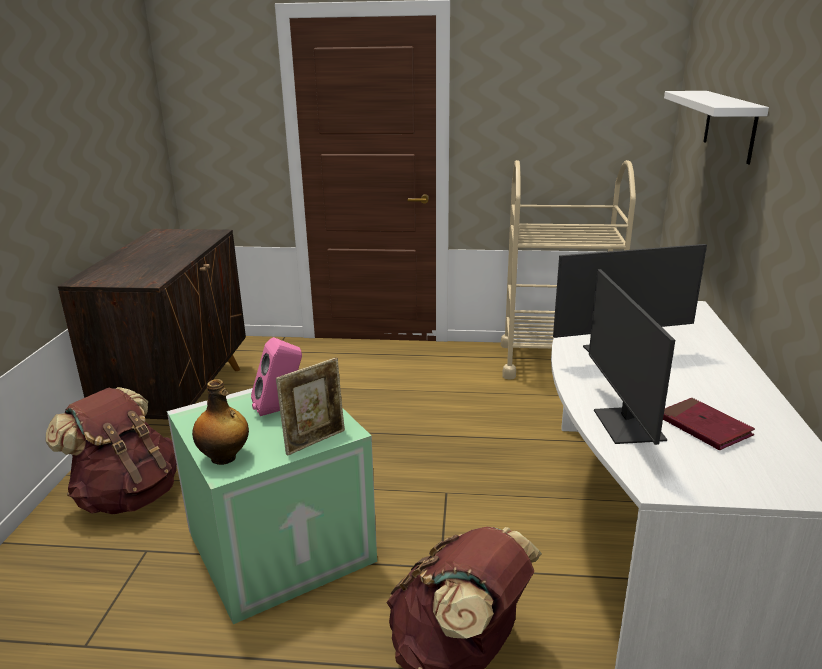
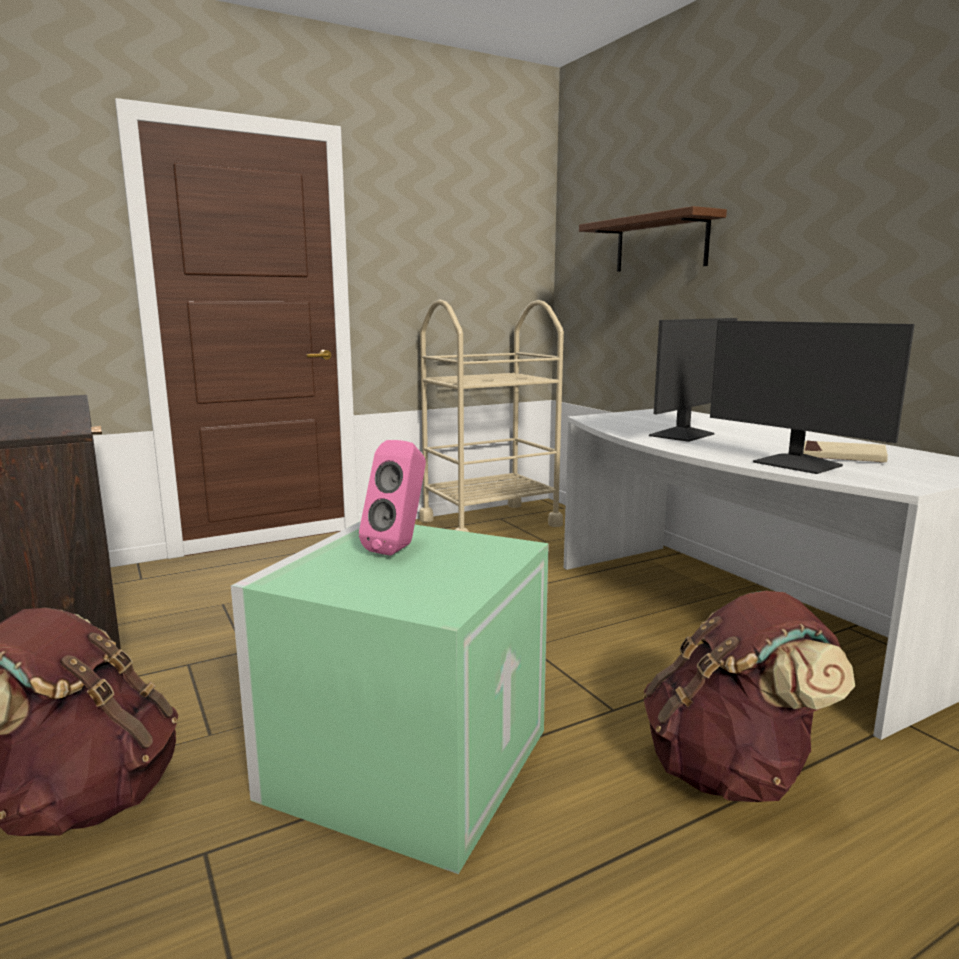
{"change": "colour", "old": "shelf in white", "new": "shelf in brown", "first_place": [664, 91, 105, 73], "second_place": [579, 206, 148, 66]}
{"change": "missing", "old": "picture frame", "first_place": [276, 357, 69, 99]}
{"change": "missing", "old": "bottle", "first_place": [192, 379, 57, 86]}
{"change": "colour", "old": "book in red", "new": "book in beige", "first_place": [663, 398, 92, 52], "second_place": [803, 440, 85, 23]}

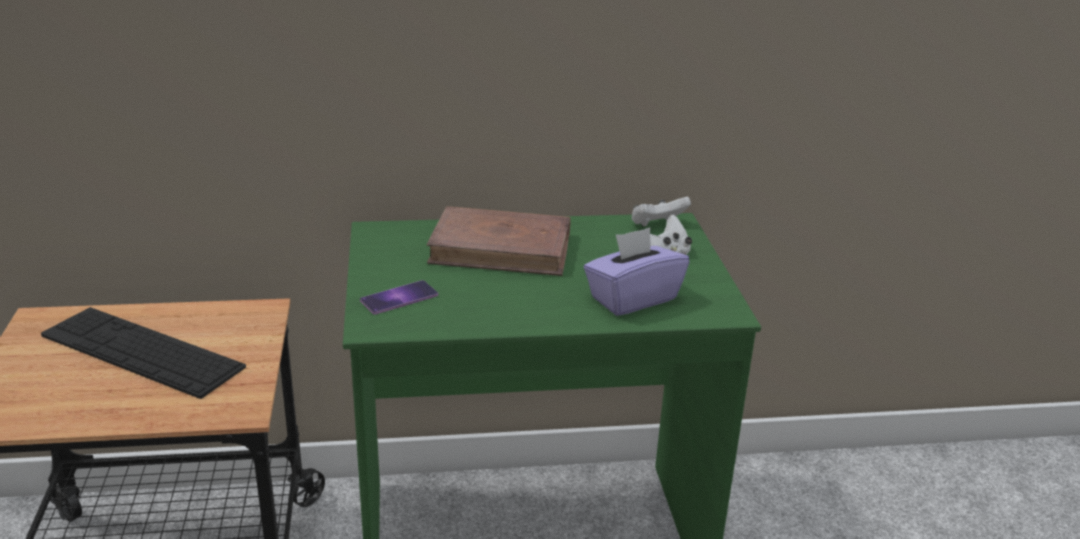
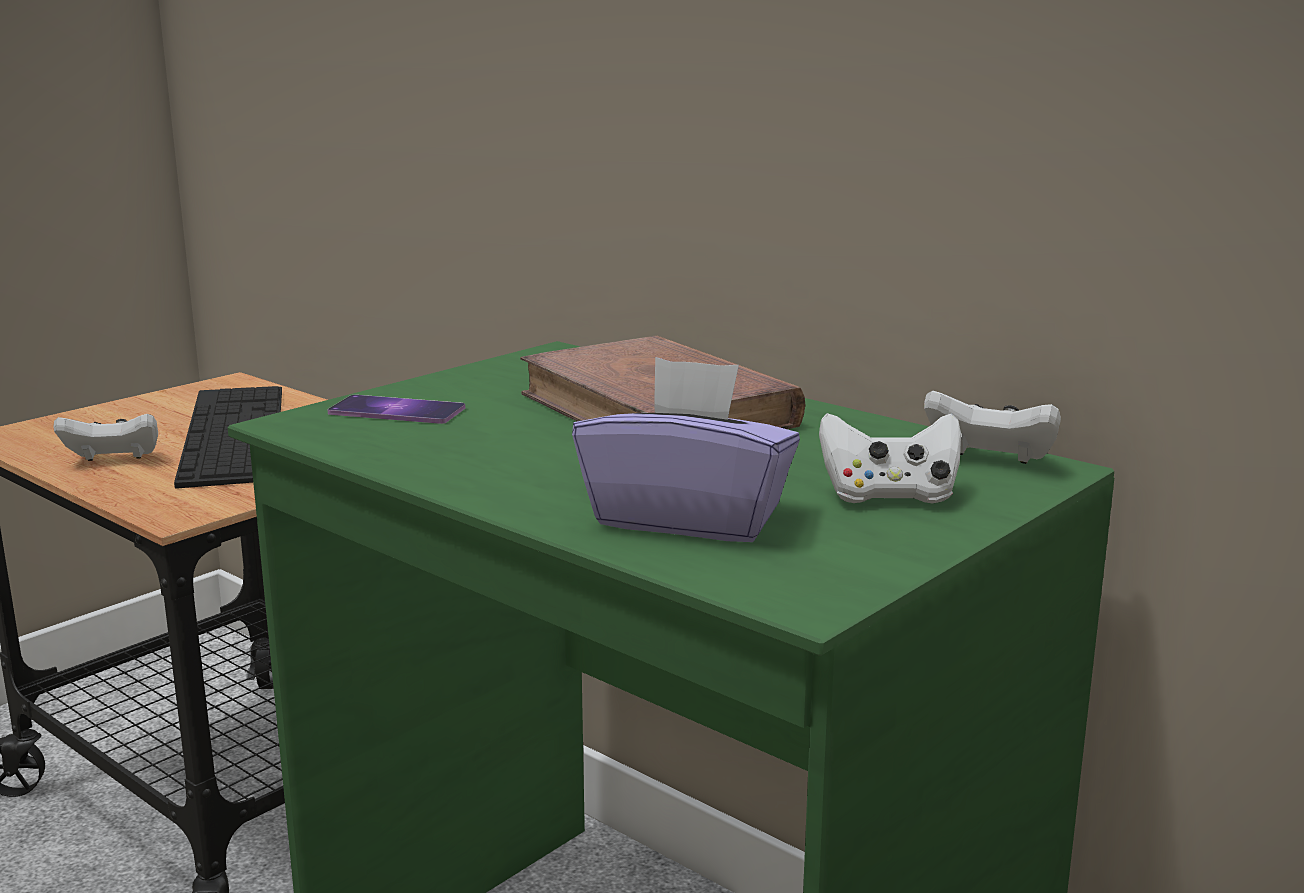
{"change": "appeared", "new": "game controller in white", "second_place": [54, 414, 104, 47]}

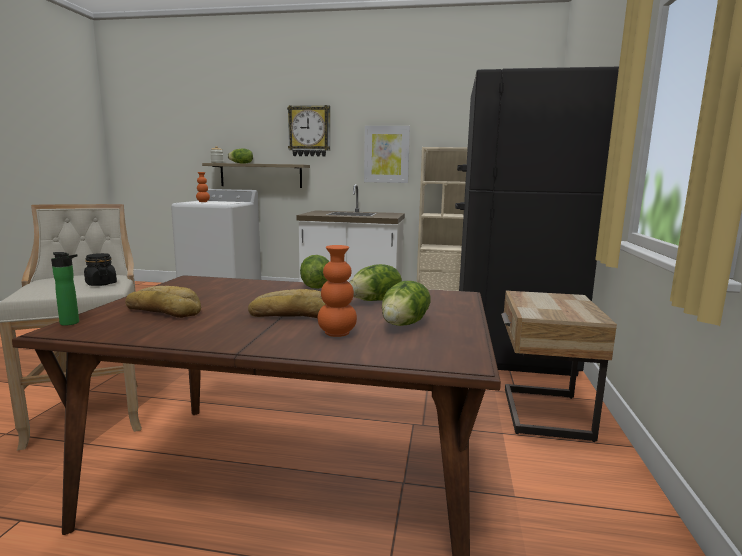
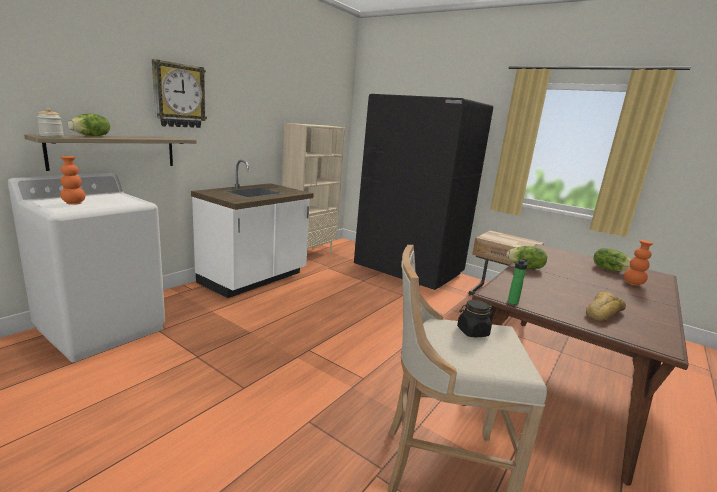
{"change": "missing", "old": "picture", "first_place": [364, 126, 46, 57]}
{"change": "relocated", "old": "bottle", "first_place": [51, 252, 28, 74], "second_place": [508, 258, 21, 47]}
{"change": "missing", "old": "lettuce", "first_place": [349, 264, 53, 37]}
{"change": "missing", "old": "bread", "first_place": [248, 289, 78, 29]}

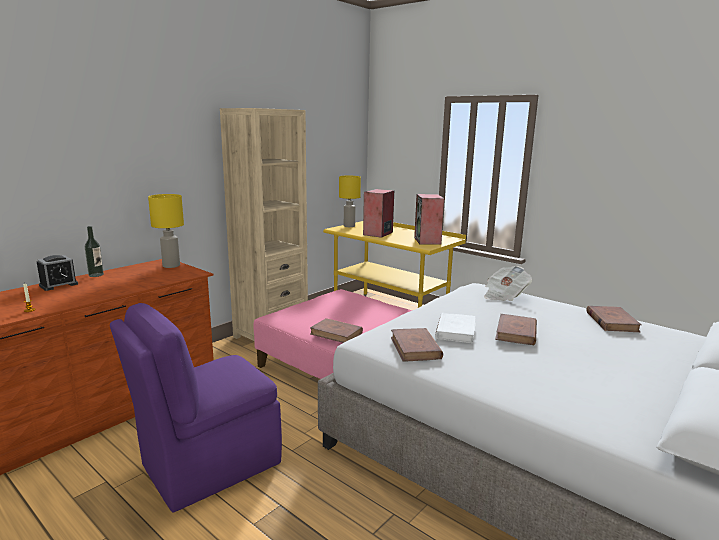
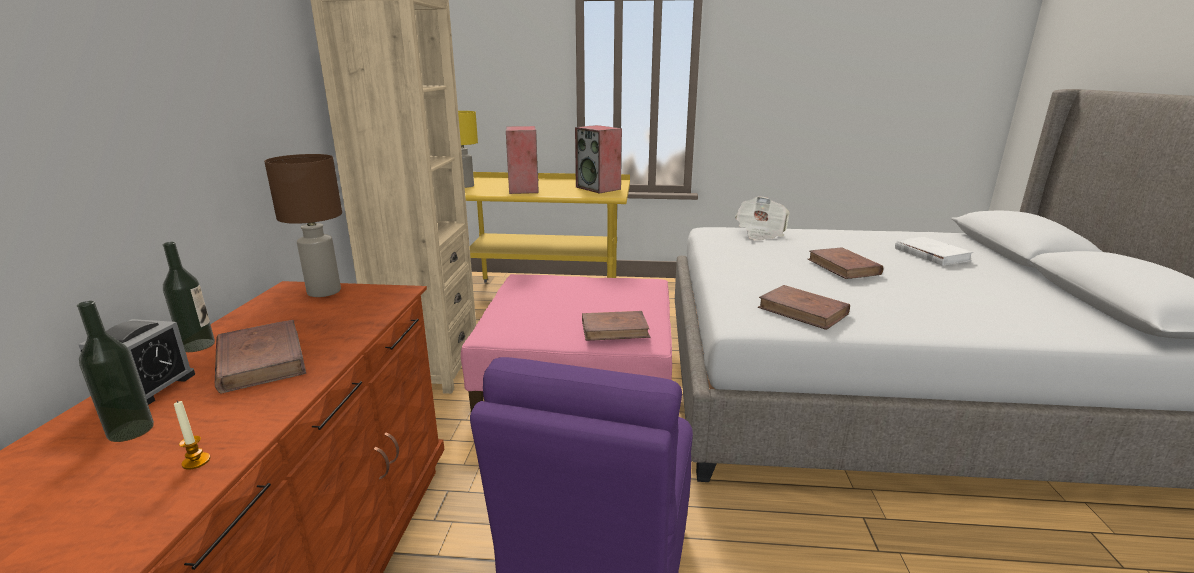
{"change": "colour", "old": "table lamp in yellow", "new": "table lamp in brown", "first_place": [148, 194, 36, 74], "second_place": [264, 154, 78, 143]}
{"change": "relocated", "old": "book in brown", "first_place": [586, 306, 55, 26], "second_place": [215, 320, 91, 74]}
{"change": "relocated", "old": "book in white", "first_place": [435, 313, 41, 30], "second_place": [895, 237, 79, 29]}
{"change": "appeared", "new": "bottle", "second_place": [77, 301, 77, 141]}

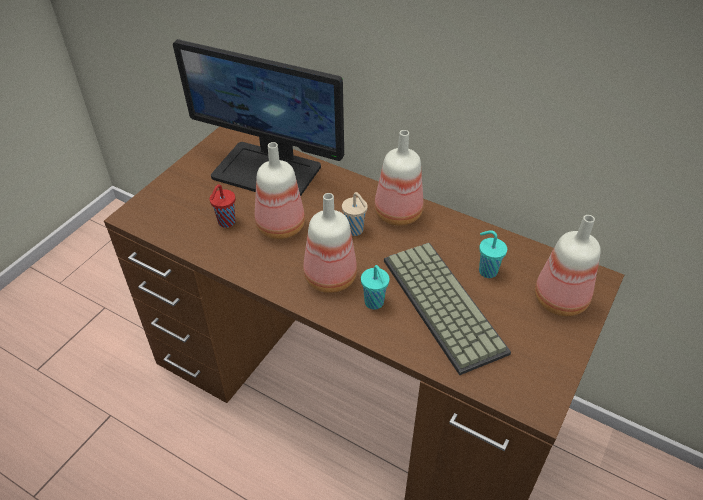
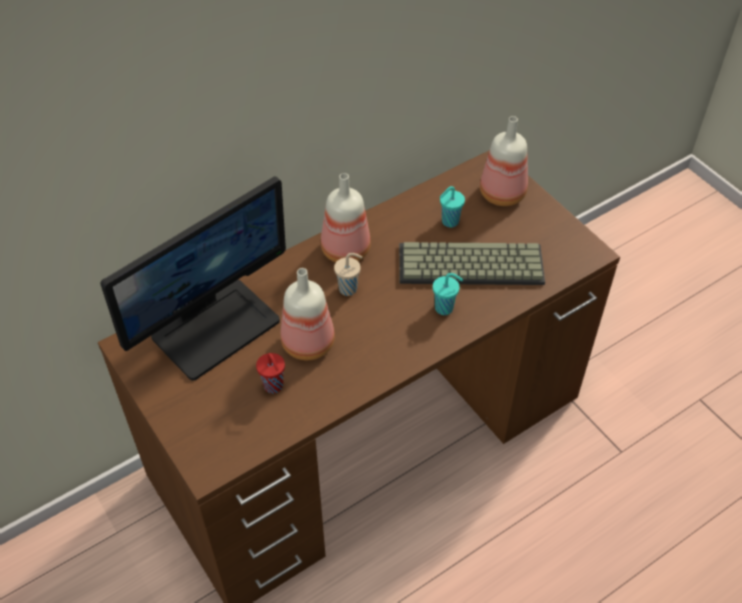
{"change": "missing", "old": "bottle", "first_place": [303, 193, 54, 100]}

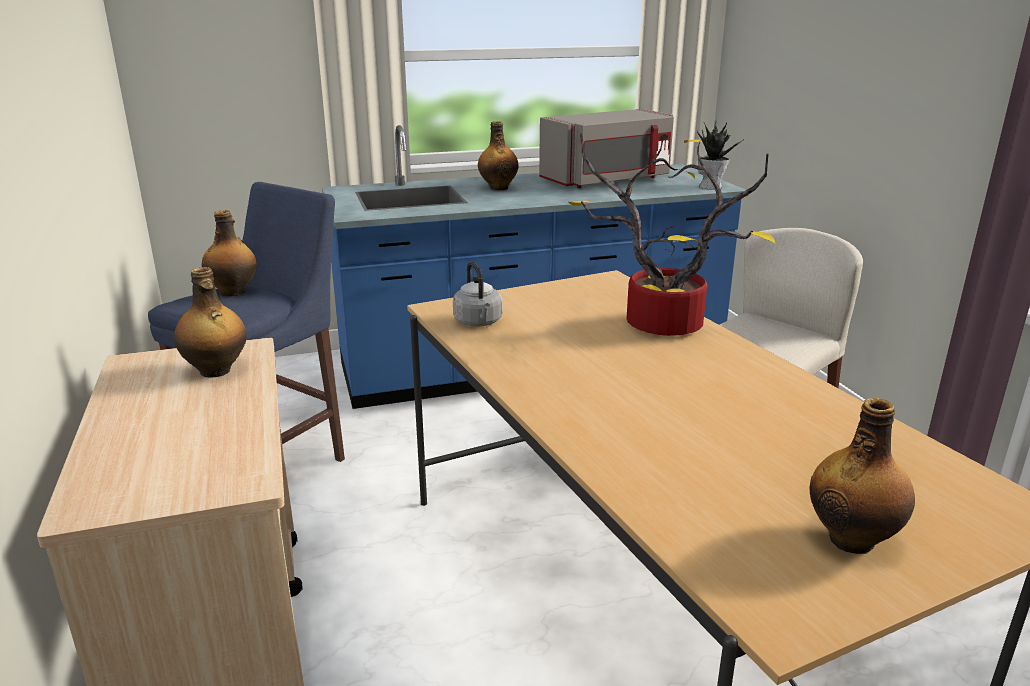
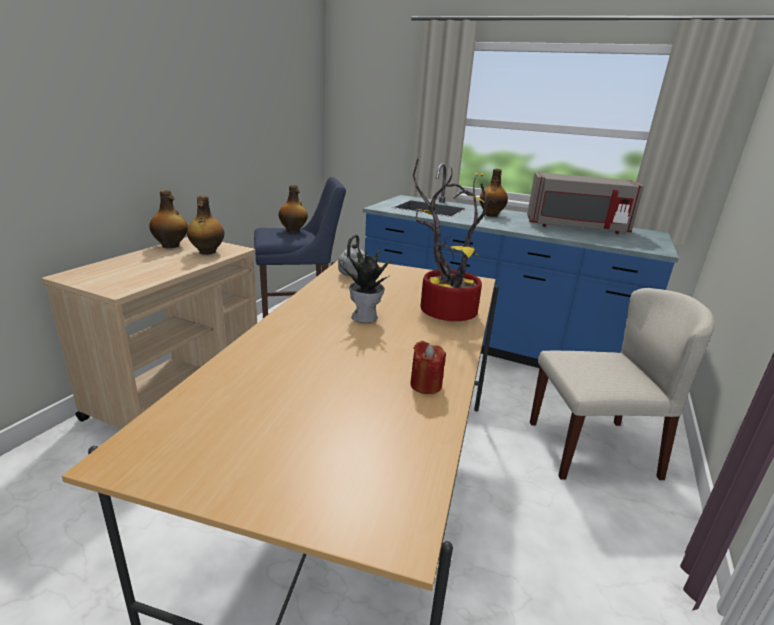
{"change": "relocated", "old": "potted plant", "first_place": [697, 122, 46, 67], "second_place": [339, 243, 52, 80]}
{"change": "relocated", "old": "bottle", "first_place": [810, 398, 105, 156], "second_place": [149, 190, 39, 58]}
{"change": "appeared", "new": "candle in red", "second_place": [410, 341, 36, 53]}

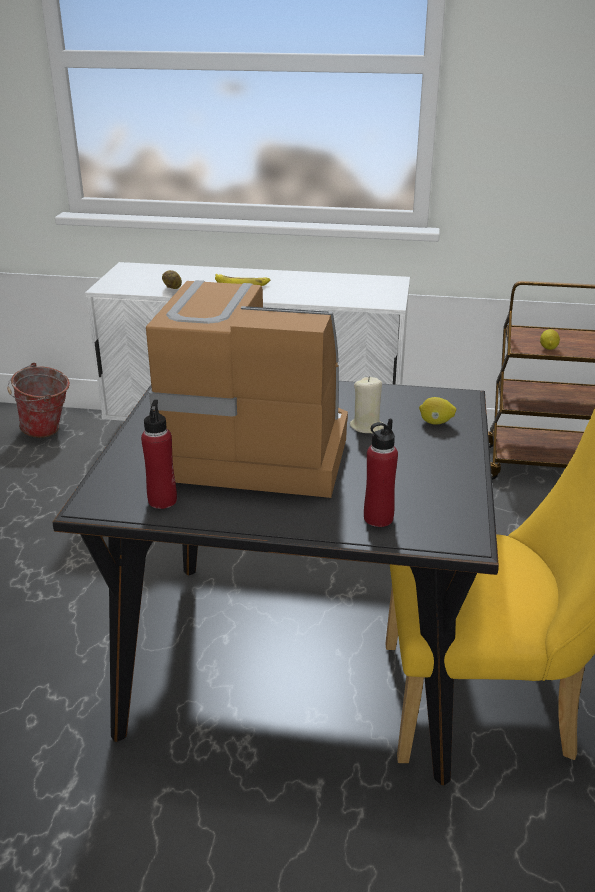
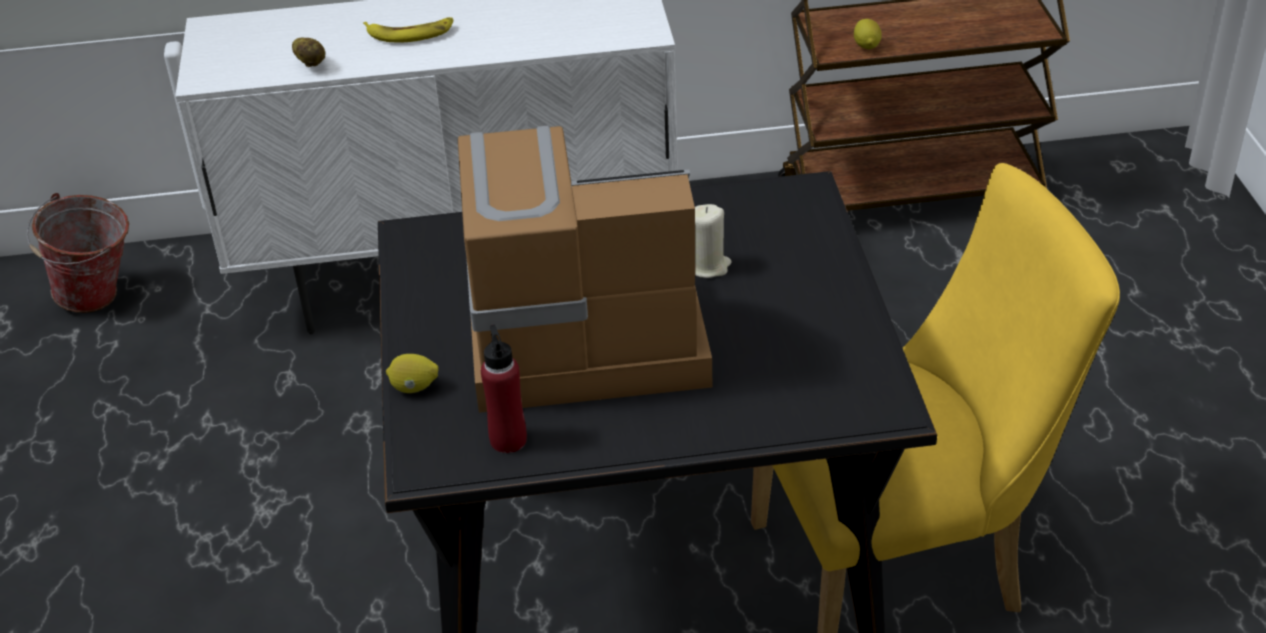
{"change": "relocated", "old": "lemon", "first_place": [419, 397, 37, 28], "second_place": [386, 354, 53, 39]}
{"change": "missing", "old": "bottle in red", "first_place": [364, 418, 34, 109]}

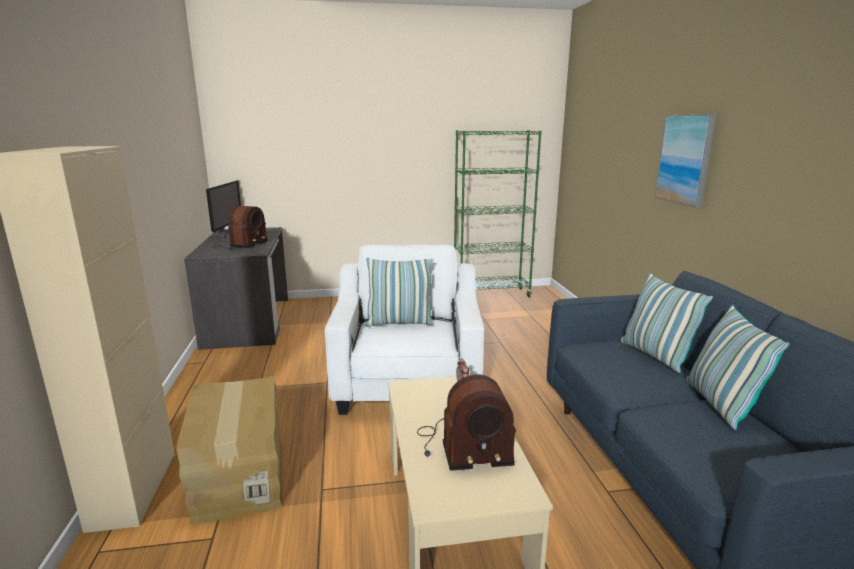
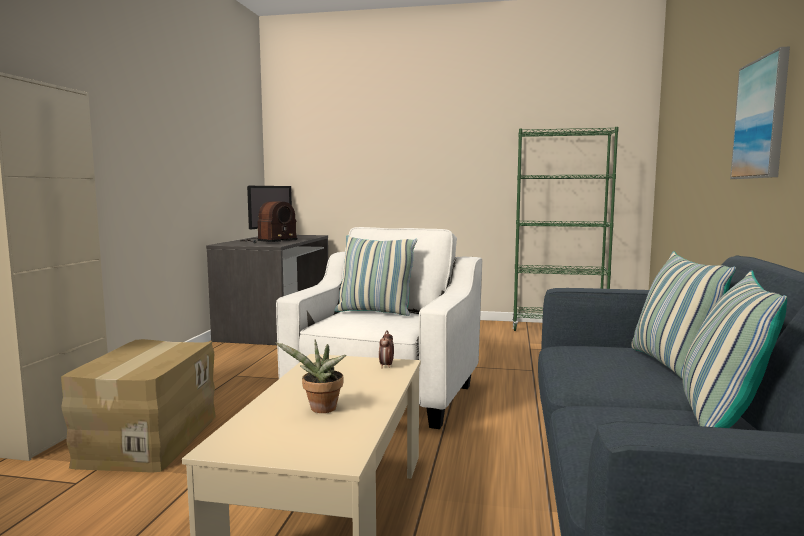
{"change": "exchanged", "old": "radio", "new": "potted plant", "first_place": [417, 375, 99, 96], "second_place": [275, 339, 71, 74]}

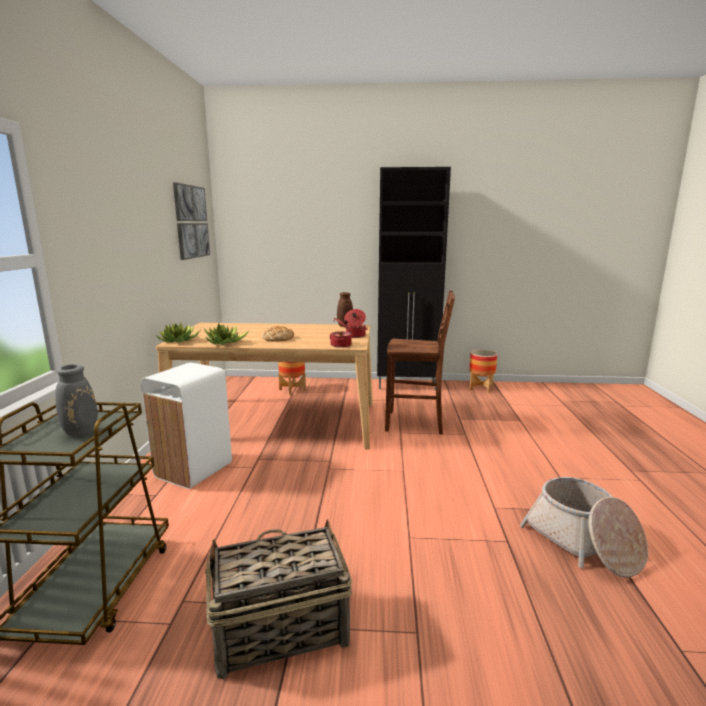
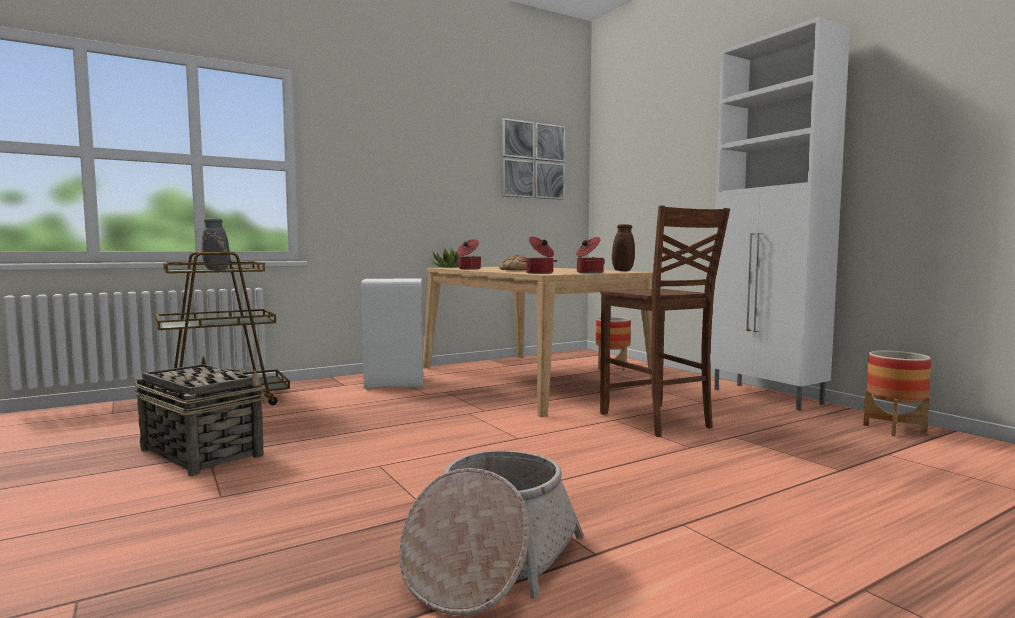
{"change": "colour", "old": "cabinet in black", "new": "cabinet in white", "first_place": [377, 167, 74, 223], "second_place": [710, 17, 140, 394]}
{"change": "exchanged", "old": "potted plant", "new": "cooking pot", "first_place": [204, 323, 45, 22], "second_place": [457, 239, 24, 30]}

